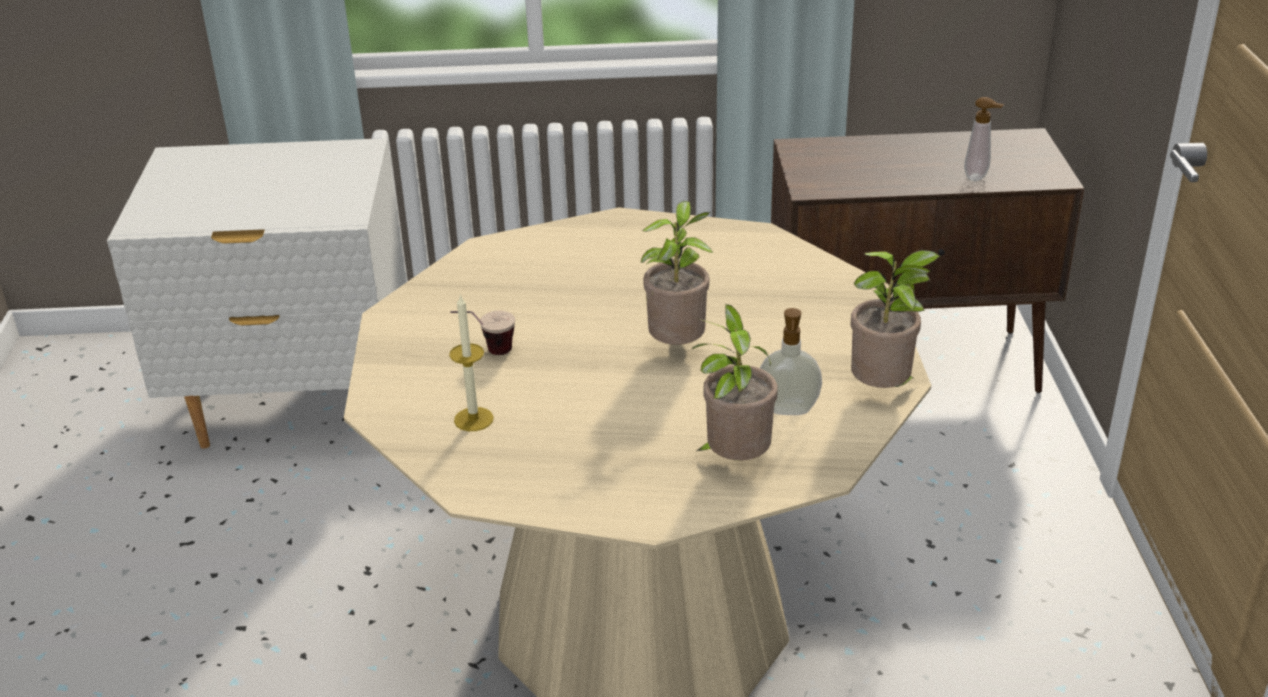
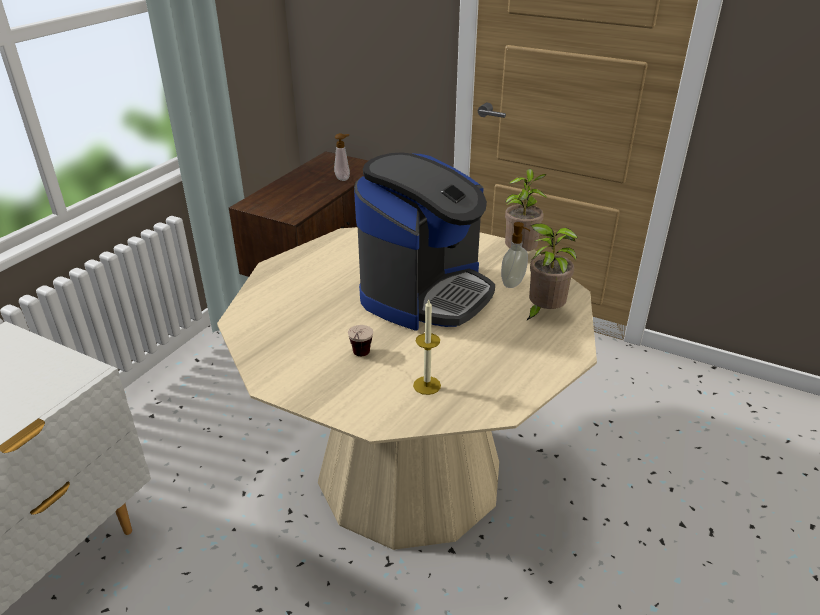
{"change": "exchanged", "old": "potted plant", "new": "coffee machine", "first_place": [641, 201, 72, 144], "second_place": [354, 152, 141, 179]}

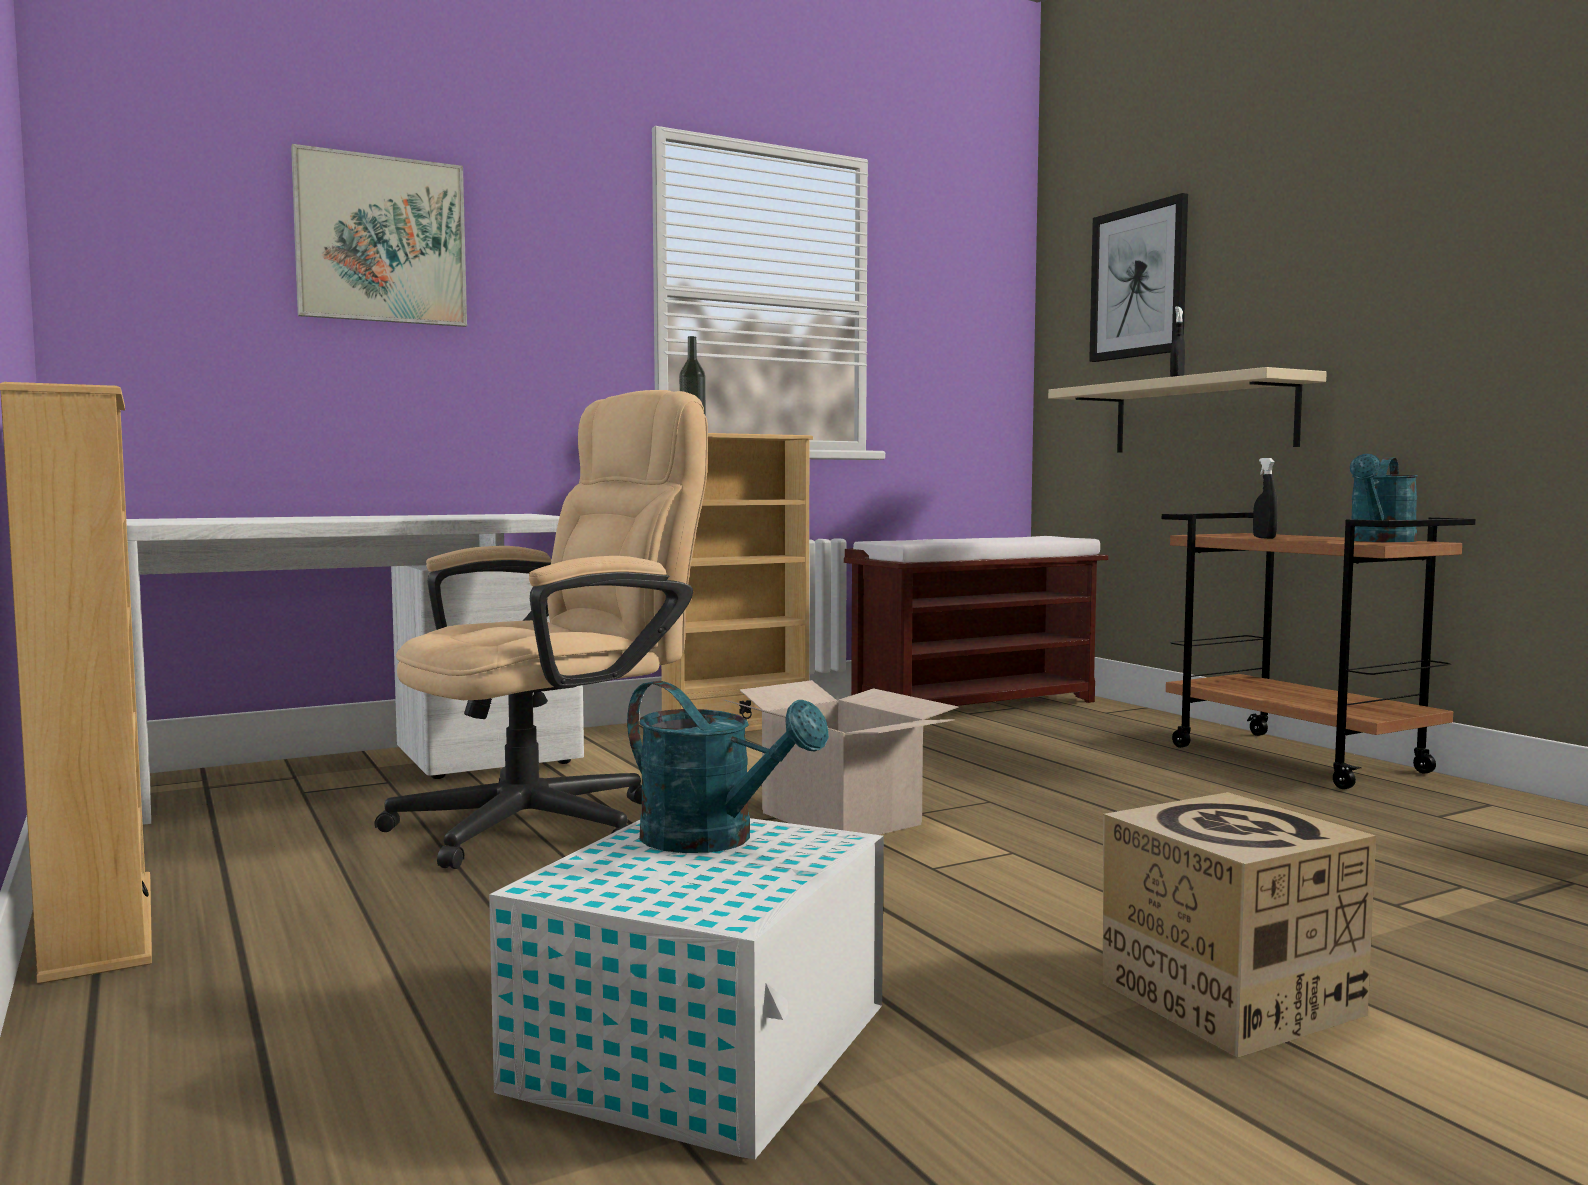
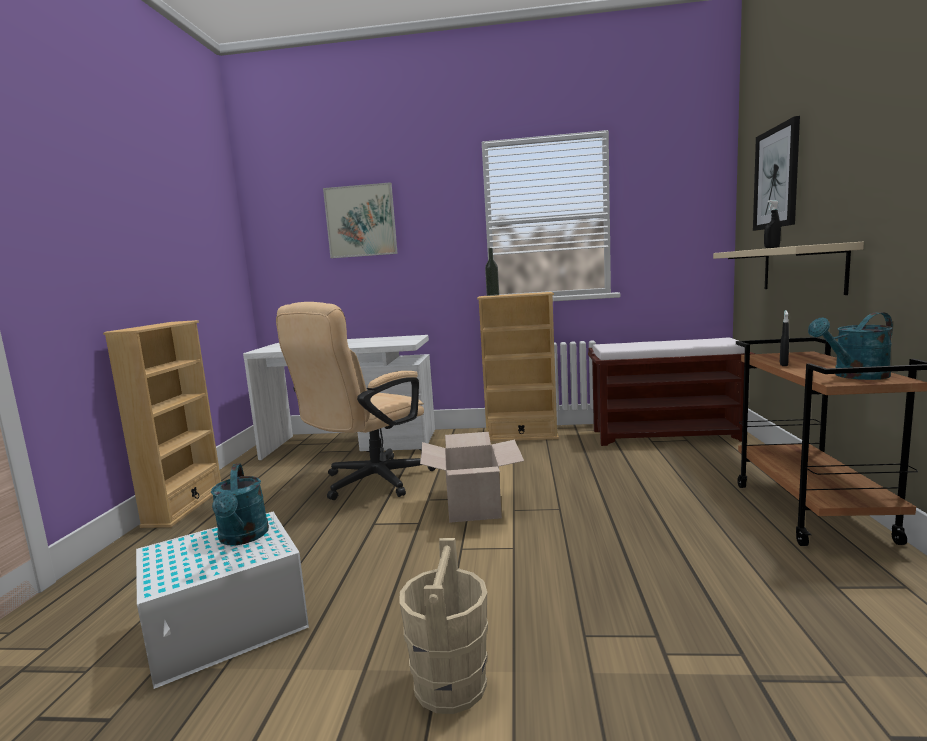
{"change": "spun", "old": "office chair in beige", "first_place": [374, 390, 334, 479], "second_place": [276, 302, 160, 198], "degrees": 135}
{"change": "exchanged", "old": "cardboard box", "new": "bucket in beige", "first_place": [1103, 792, 273, 266], "second_place": [400, 538, 88, 176]}

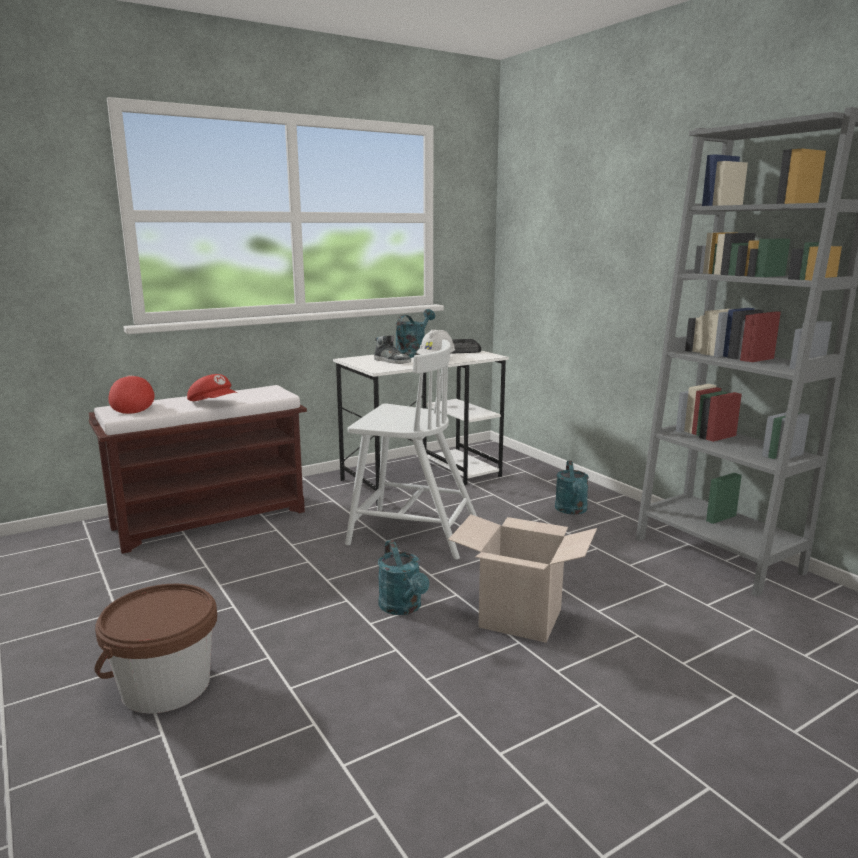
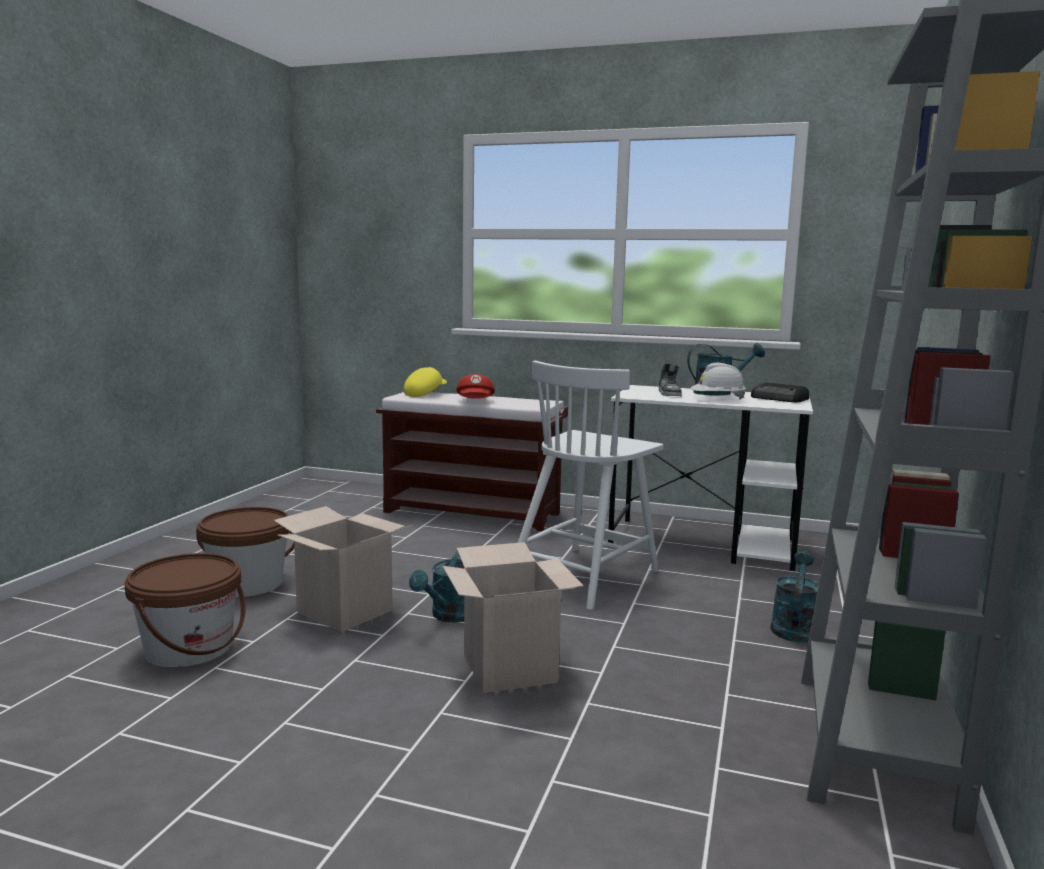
{"change": "spun", "old": "chair in white", "first_place": [345, 340, 132, 220], "second_place": [518, 361, 146, 249], "degrees": 60}
{"change": "colour", "old": "cap in red", "new": "cap in yellow", "first_place": [108, 375, 47, 39], "second_place": [404, 367, 43, 30]}
{"change": "spun", "old": "watering can in turquoise", "first_place": [555, 461, 34, 54], "second_place": [770, 551, 49, 91], "degrees": 150}
{"change": "appeared", "new": "cardboard box", "second_place": [274, 506, 139, 126]}
{"change": "appeared", "new": "bucket in brown", "second_place": [124, 553, 122, 114]}

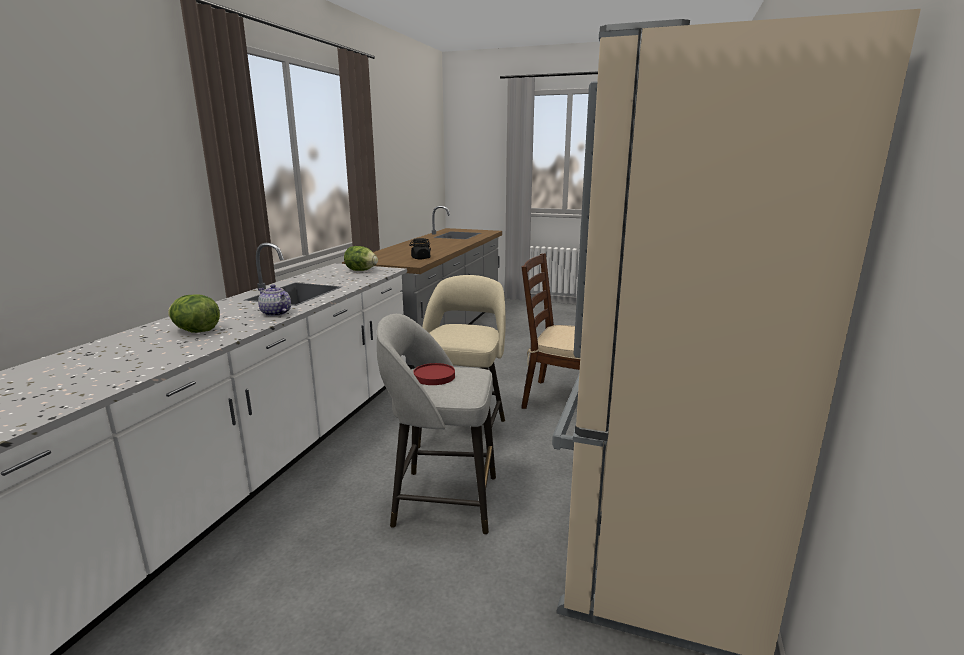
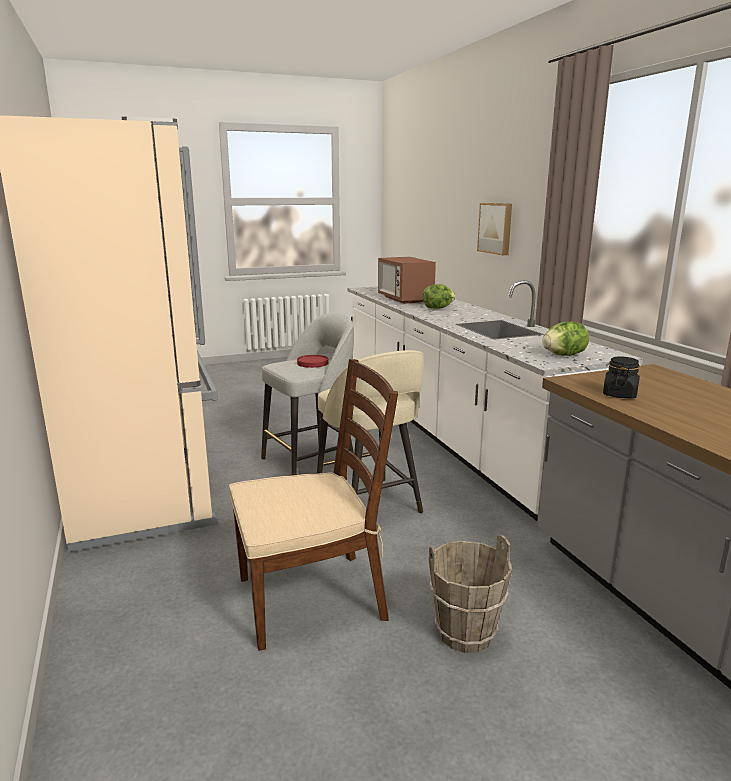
{"change": "missing", "old": "teapot", "first_place": [258, 284, 33, 32]}
{"change": "appeared", "new": "picture", "second_place": [477, 203, 35, 52]}
{"change": "appeared", "new": "microwave", "second_place": [378, 257, 58, 47]}
{"change": "appeared", "new": "bucket in brown", "second_place": [429, 535, 83, 118]}

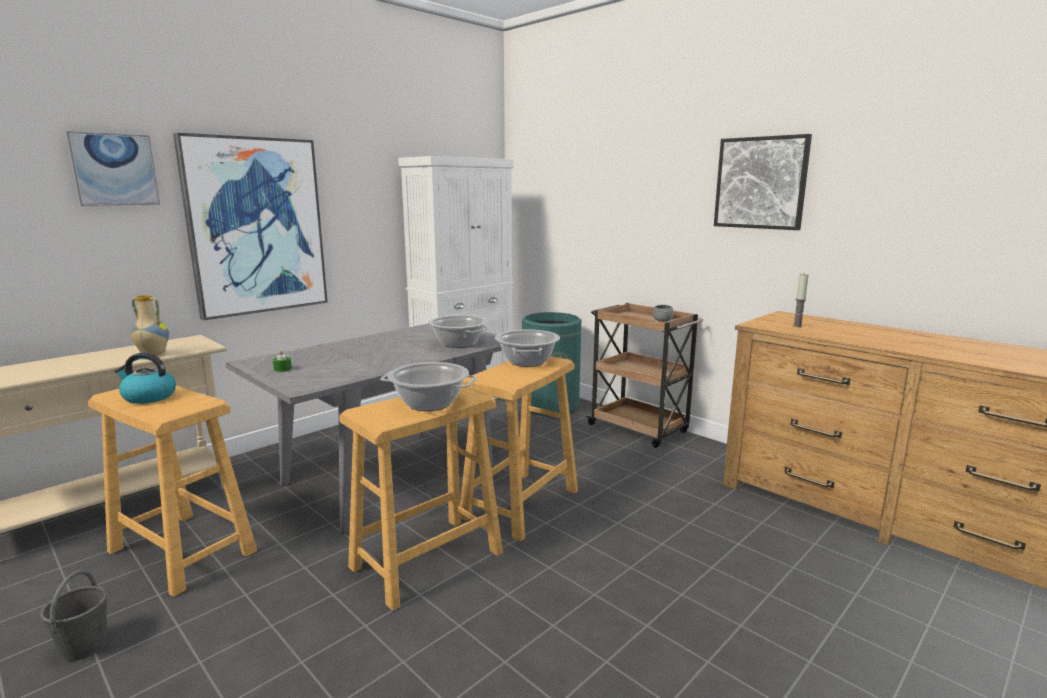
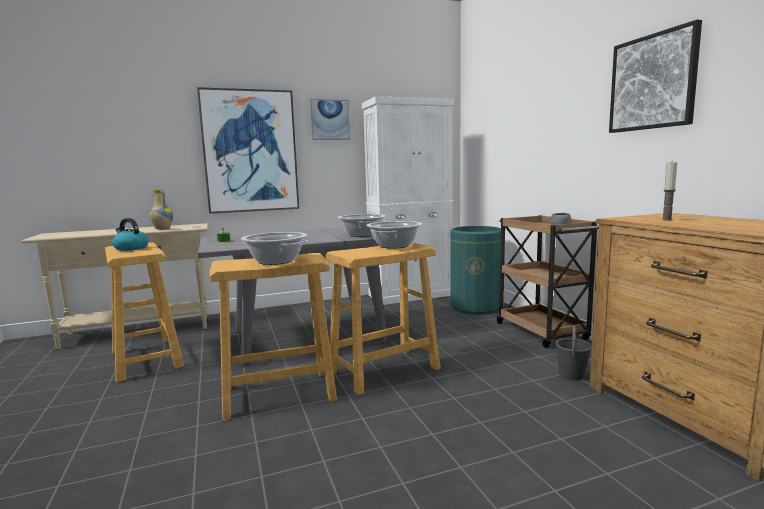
{"change": "relocated", "old": "picture", "first_place": [66, 131, 94, 75], "second_place": [310, 99, 40, 41]}
{"change": "relocated", "old": "bucket in grey", "first_place": [40, 570, 67, 91], "second_place": [555, 325, 37, 55]}

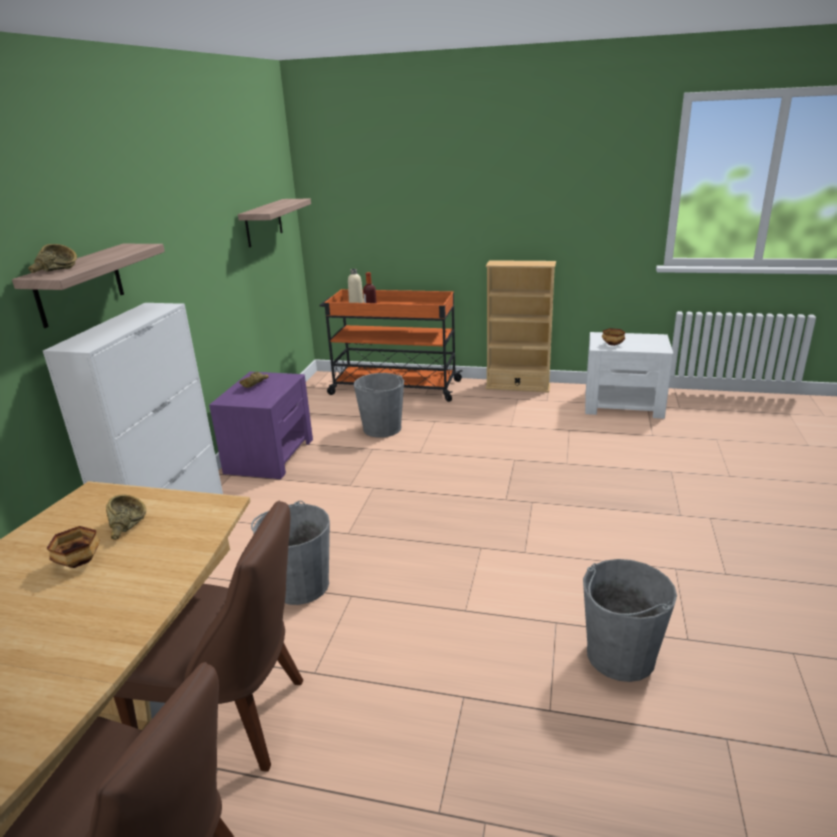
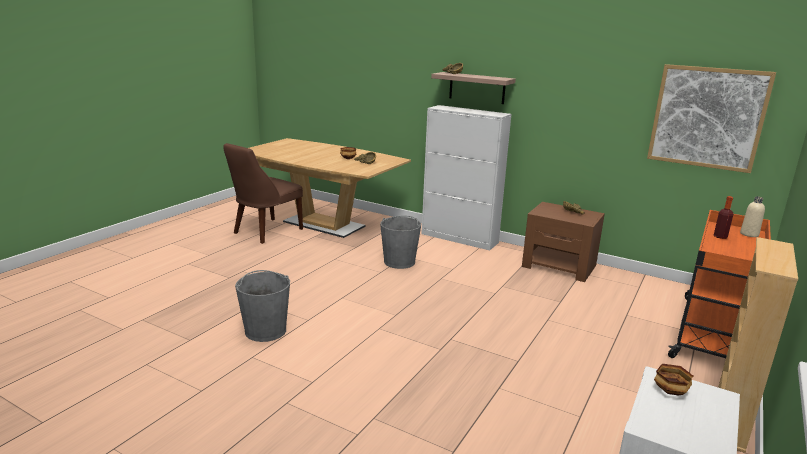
{"change": "exchanged", "old": "shelf", "new": "picture", "first_place": [238, 199, 73, 48], "second_place": [647, 64, 129, 109]}
{"change": "colour", "old": "nightstand in purple", "new": "nightstand in brown", "first_place": [209, 372, 104, 107], "second_place": [522, 202, 83, 80]}
{"change": "missing", "old": "bucket in grey", "first_place": [354, 373, 50, 65]}
{"change": "missing", "old": "chair in brown", "first_place": [114, 501, 189, 270]}

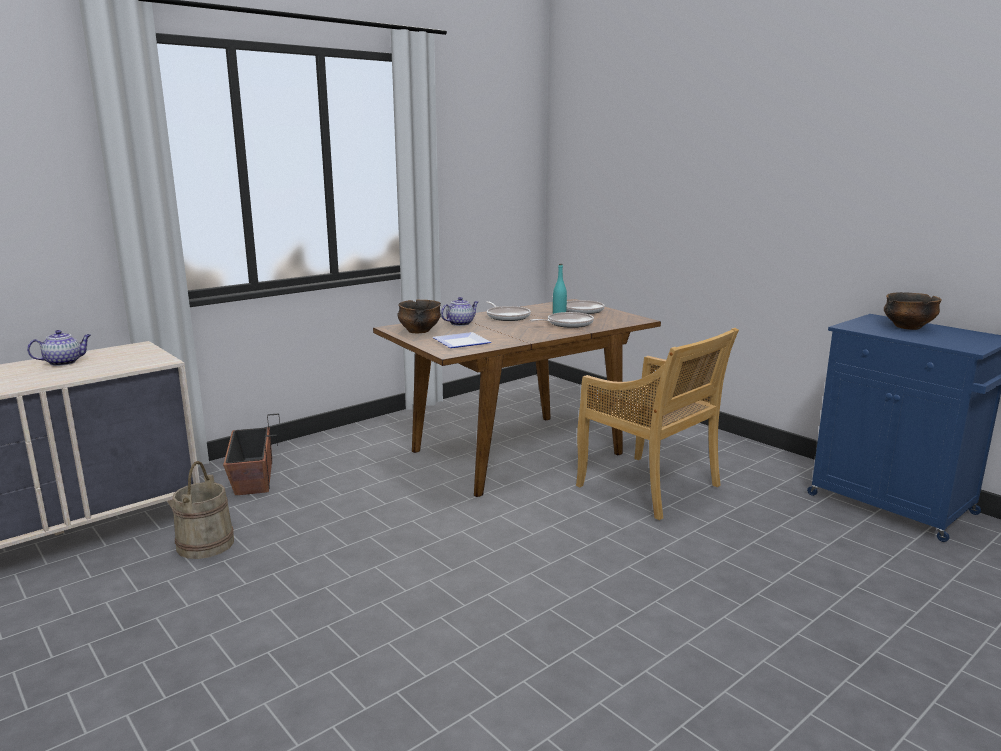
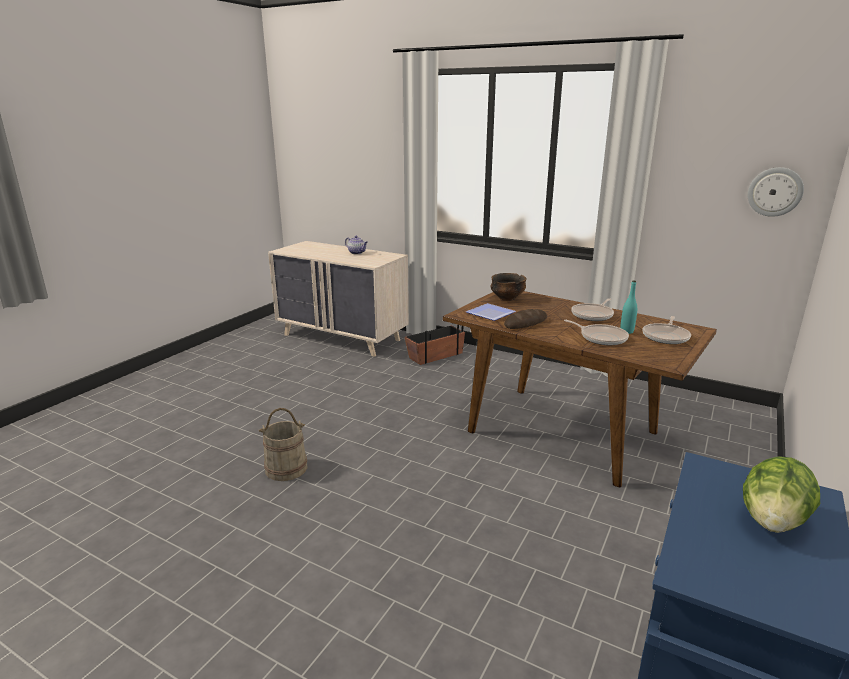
{"change": "exchanged", "old": "bowl", "new": "lettuce", "first_place": [884, 292, 58, 38], "second_place": [743, 456, 77, 77]}
{"change": "missing", "old": "teapot", "first_place": [441, 297, 37, 29]}
{"change": "missing", "old": "chair in beige", "first_place": [576, 328, 163, 192]}
{"change": "relocated", "old": "bucket in beige", "first_place": [172, 461, 62, 98], "second_place": [259, 408, 49, 73]}
{"change": "appeared", "new": "wall clock", "second_place": [748, 167, 56, 50]}
{"change": "appeared", "new": "bread", "second_place": [504, 309, 43, 20]}

